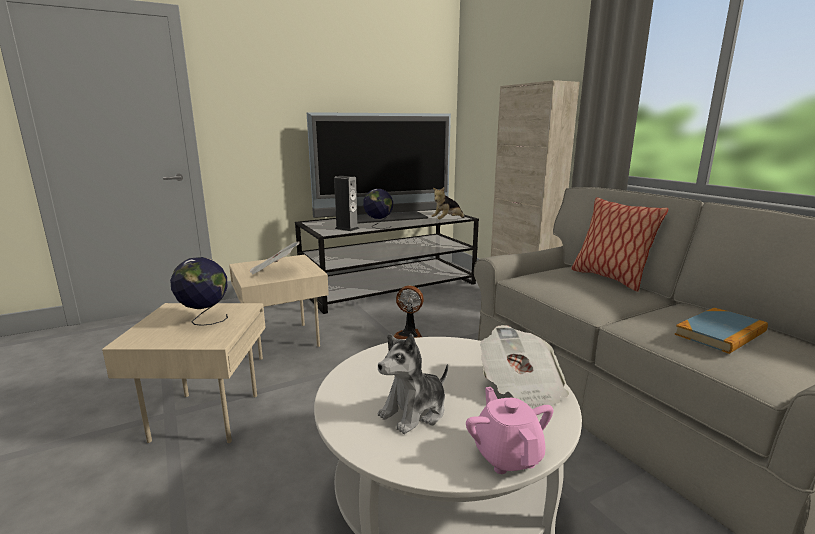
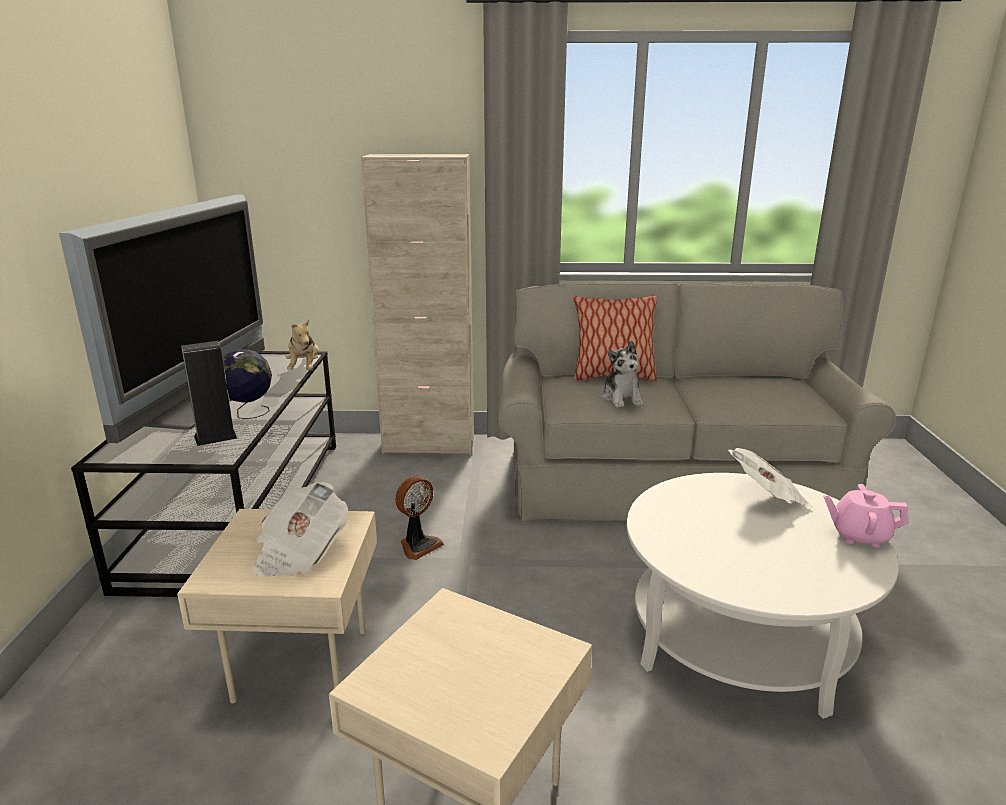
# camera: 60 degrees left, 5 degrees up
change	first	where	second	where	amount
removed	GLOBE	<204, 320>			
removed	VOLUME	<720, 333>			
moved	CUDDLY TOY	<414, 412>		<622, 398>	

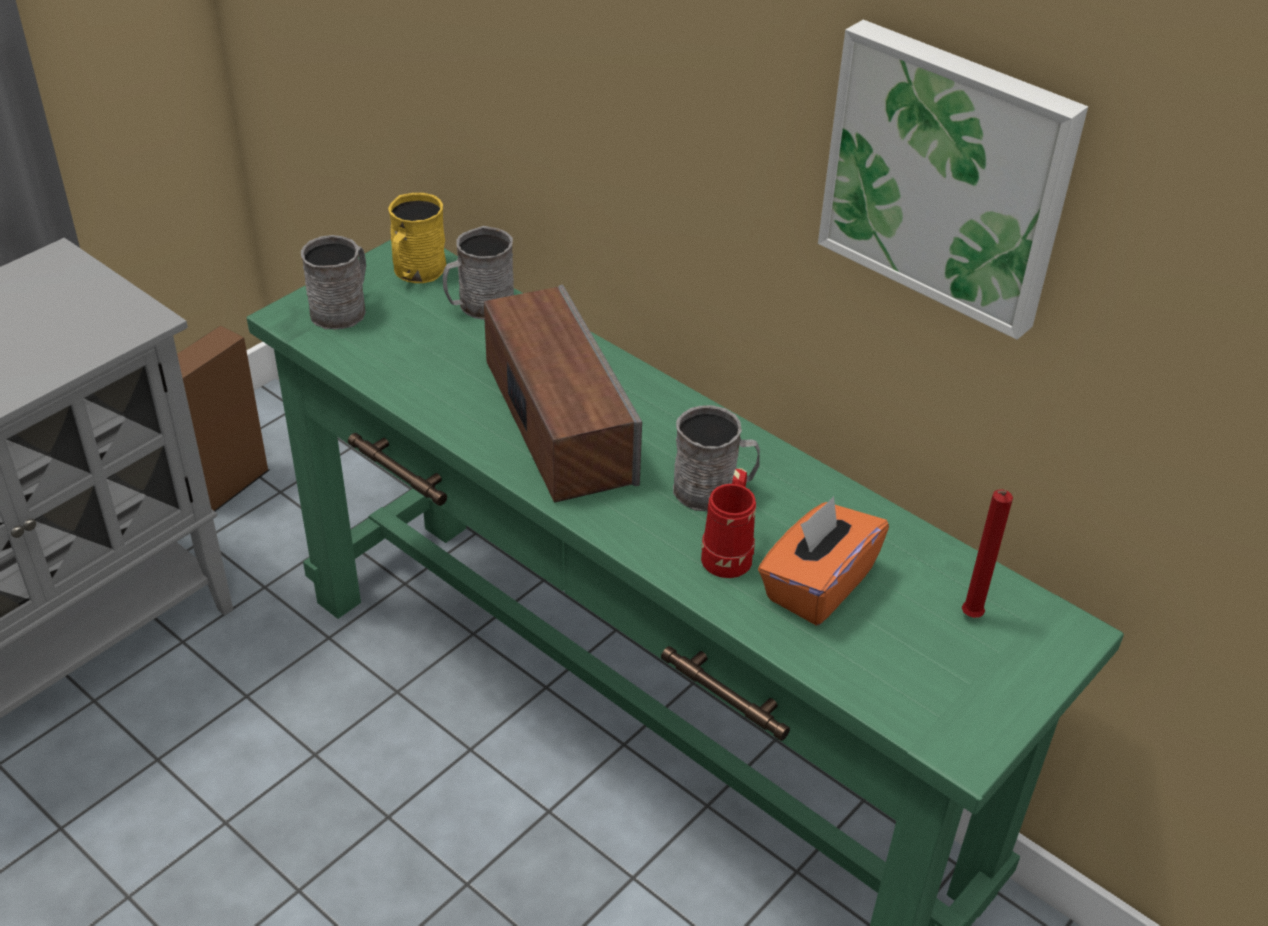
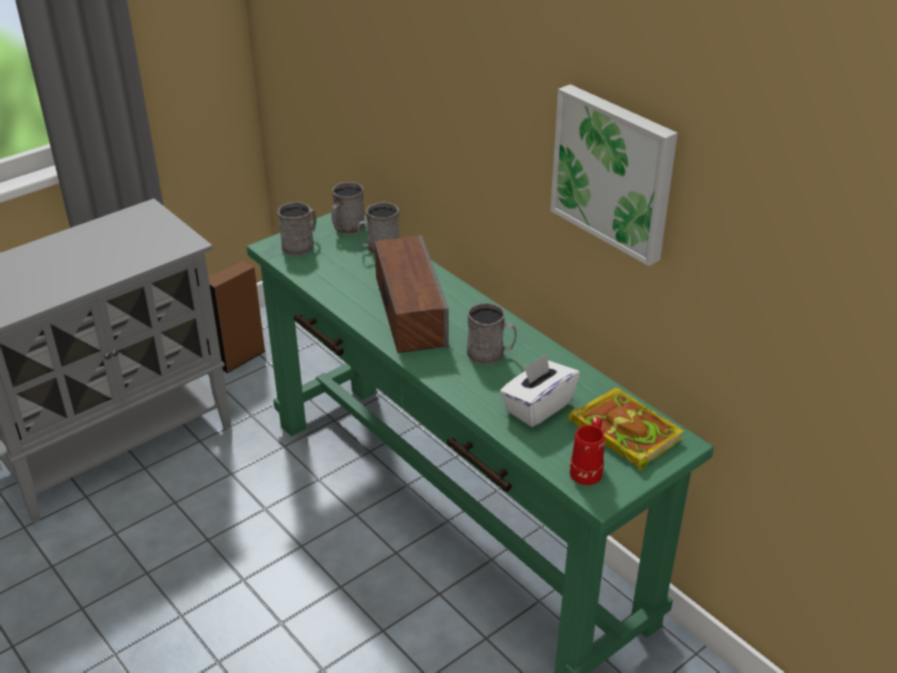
# camera: 10 degrees right, 5 degrees down
change	first	where	second	where	amount
recoloured	YELLOW TEA MUG	<416, 272>	GREY TEA MUG	<347, 228>	
moved	RED TEA MUG	<729, 553>		<588, 470>	
replaced	RED CANDLE	<969, 618>	VOLUME	<623, 431>	
recoloured	ORANGE BOX OF TISSUES	<817, 585>	WHITISH BOX OF TISSUES	<538, 407>	

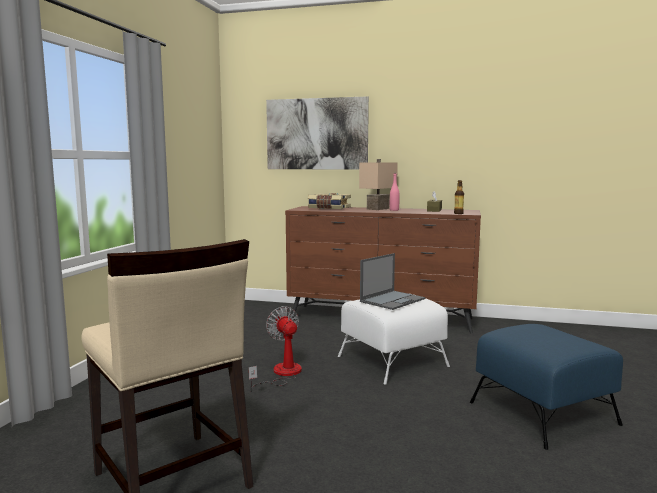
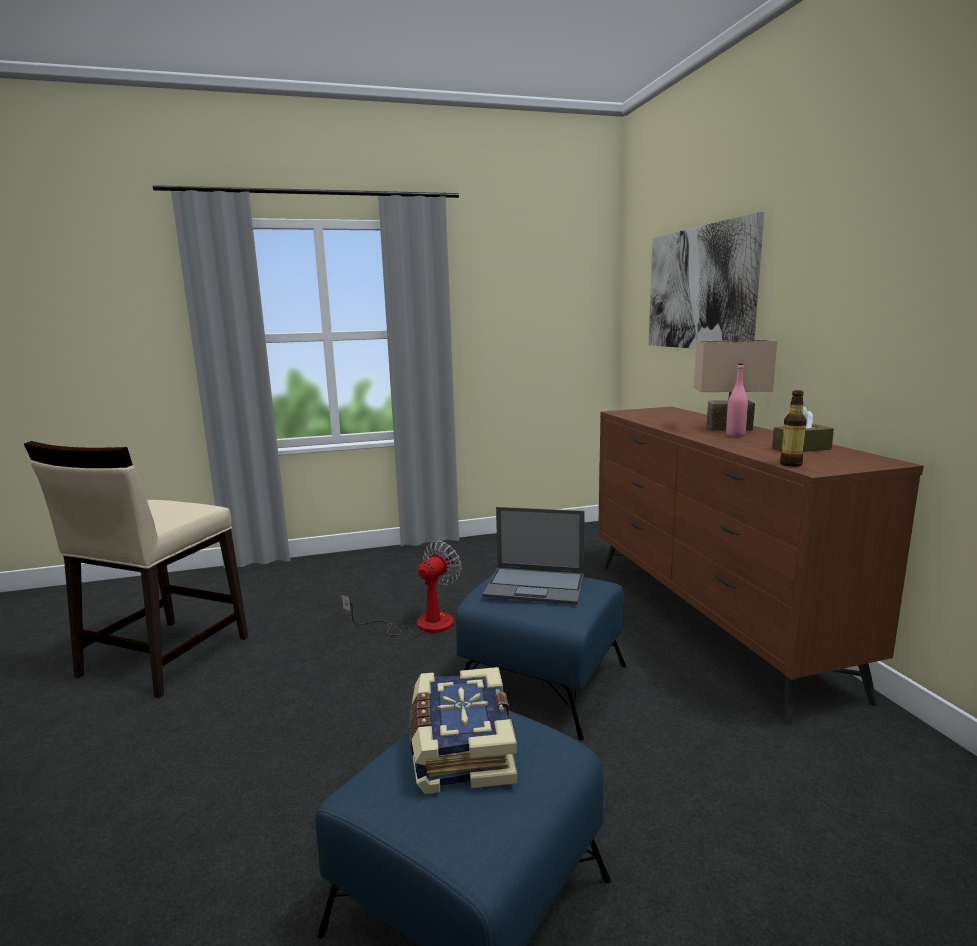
# camera: 60 degrees right, 5 degrees up
change	first	where	second	where	amount
moved	VOLUME	<329, 208>		<459, 747>	
recoloured	WHITISH OTTOMAN	<393, 361>	BLUISH OTTOMAN	<543, 682>	

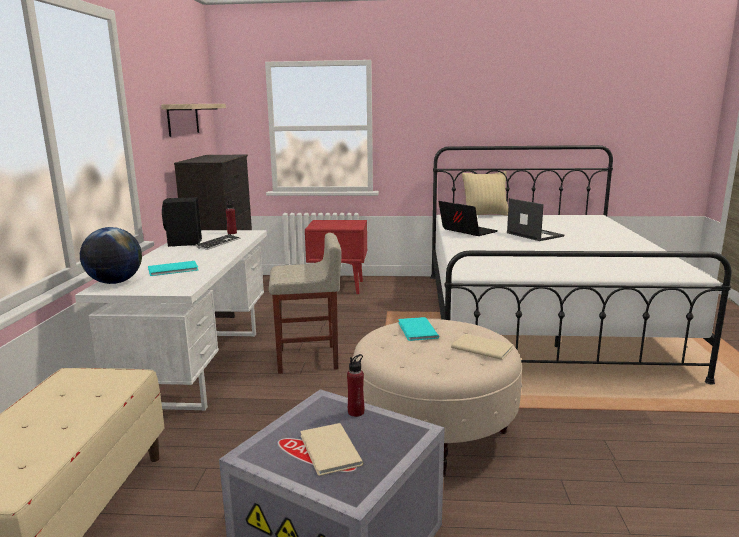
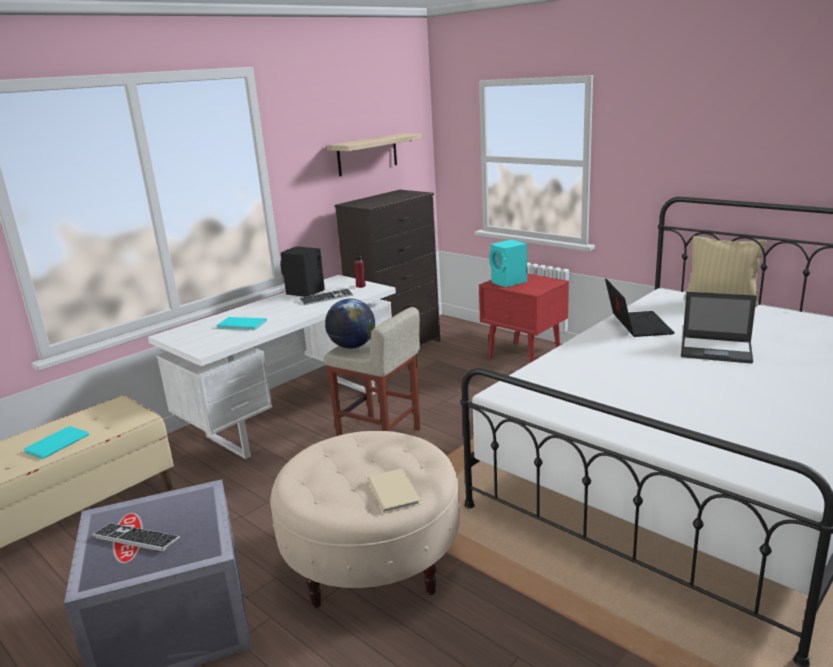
# camera: 40 degrees right, 5 degrees up
change	first	where	second	where	amount
turned	NOTEBOOK COMPUTER	<534, 234>		<717, 350>	105 degrees clockwise
moved	GLOBE	<115, 282>		<352, 346>	
moved	BLUE-GREEN VOLUME	<416, 330>		<54, 444>	
removed	RED DRINK BOTTLE	<356, 412>			
replaced	SAND-COLOURED VOLUME	<329, 451>	KEYBOARD	<136, 538>	
added			BLUE-GREEN LOUDSPEAKER	<509, 282>	

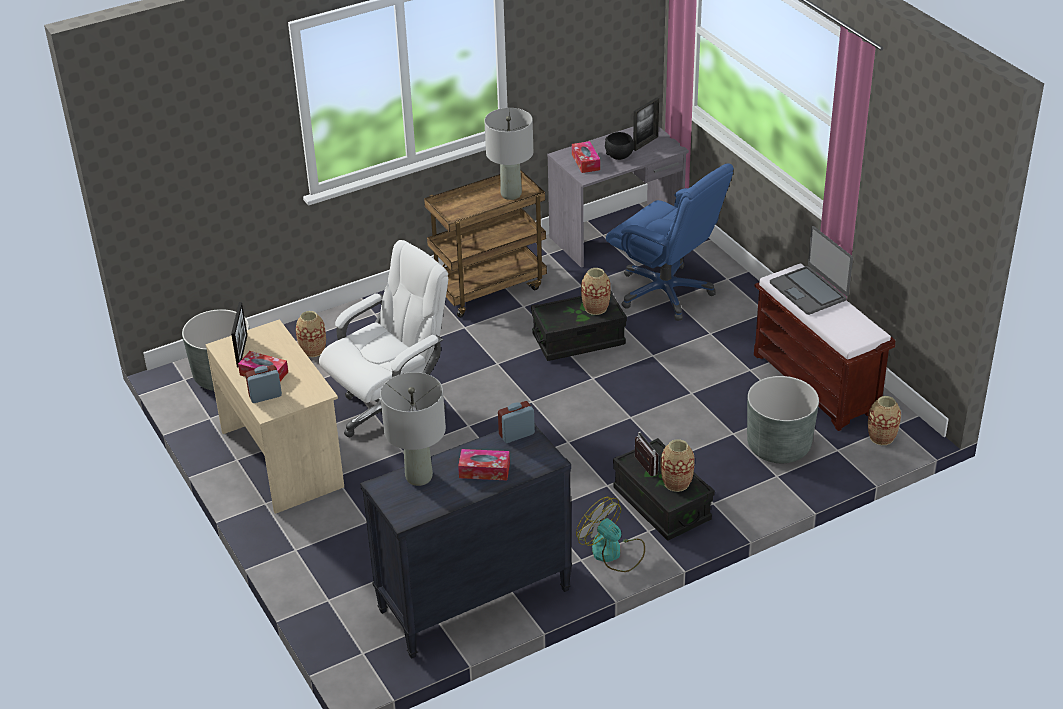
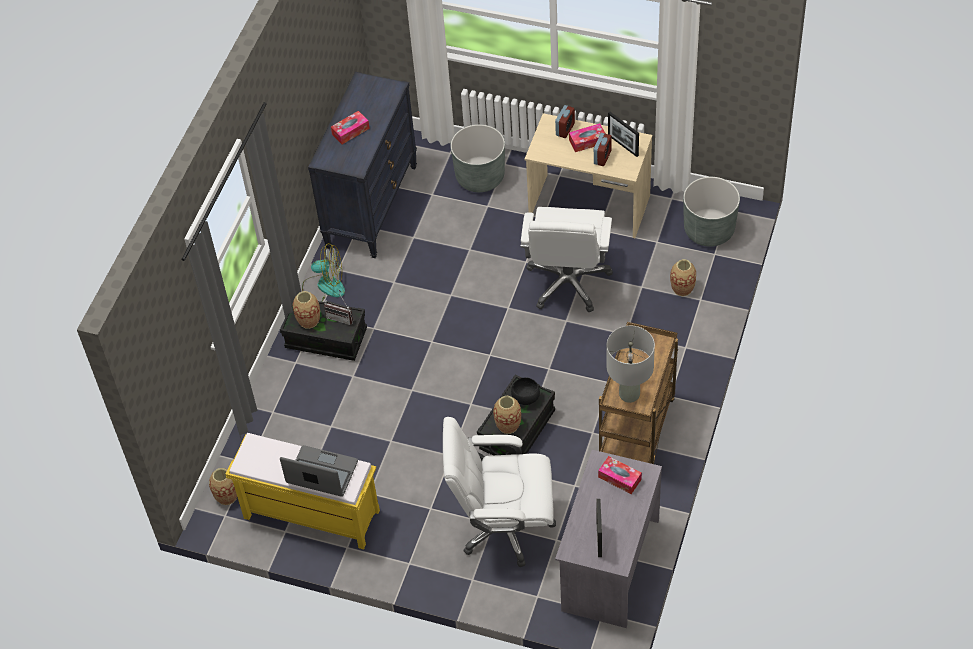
# camera: 140 degrees right, 15 degrees up
change	first	where	second	where	amount
moved	BLACKISH SERVING BOWL	<619, 156>		<525, 398>	
recoloured	BLUISH DESK CHAIR	<666, 292>	WHITISH DESK CHAIR	<504, 527>	
recoloured	BROWNISH BENCH	<817, 384>	YELLOW BENCH	<310, 514>	
removed	GREY TABLETOP LAMP	<419, 476>			
moved	GREY FLOWER POT	<778, 446>		<480, 176>	
moved	ALARM CLOCK	<516, 434>		<602, 157>	

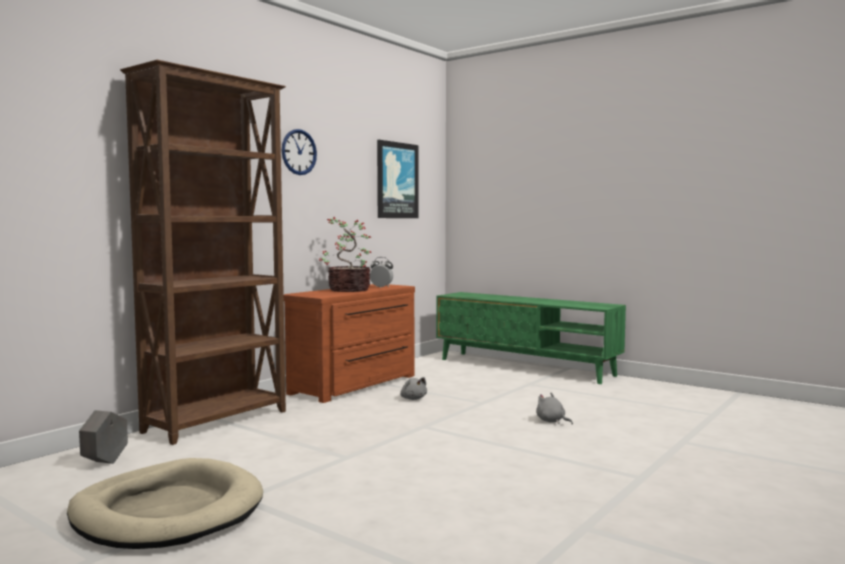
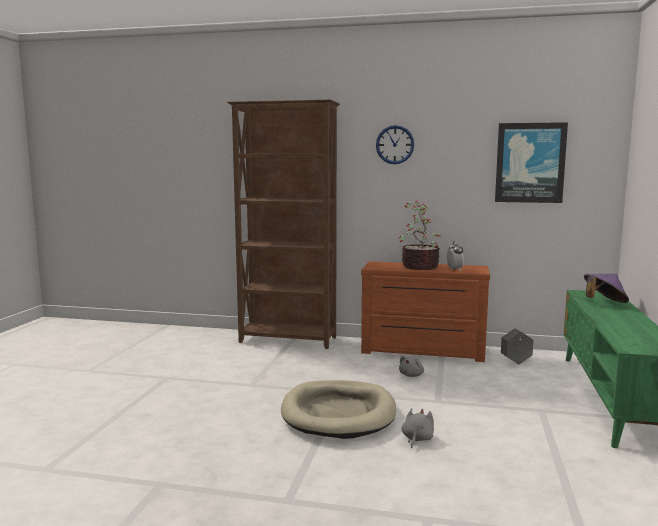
# camera: 65 degrees right, 5 degrees up
change	first	where	second	where	amount
moved	GREY FLOWER POT	<105, 462>		<516, 362>	
moved	SAND-COLOURED DOG BED	<168, 511>		<338, 413>	
added			PURPLE HAT	<604, 303>	

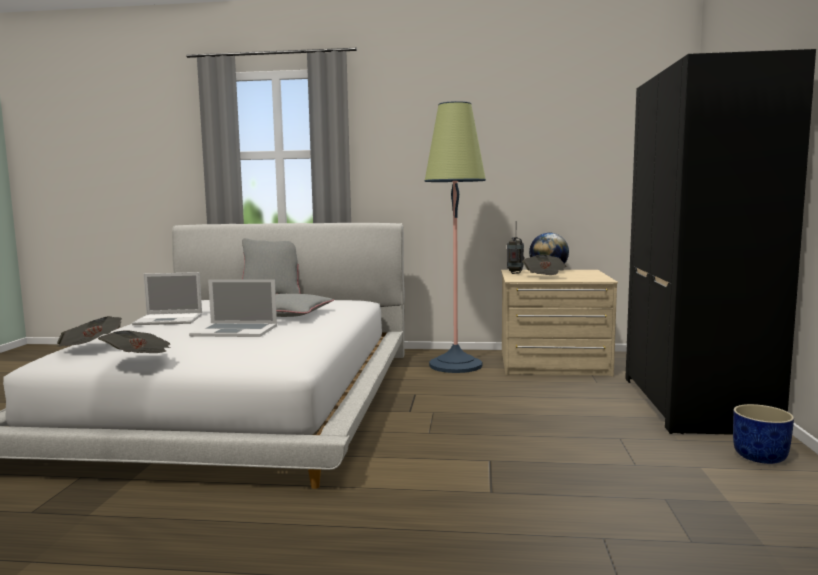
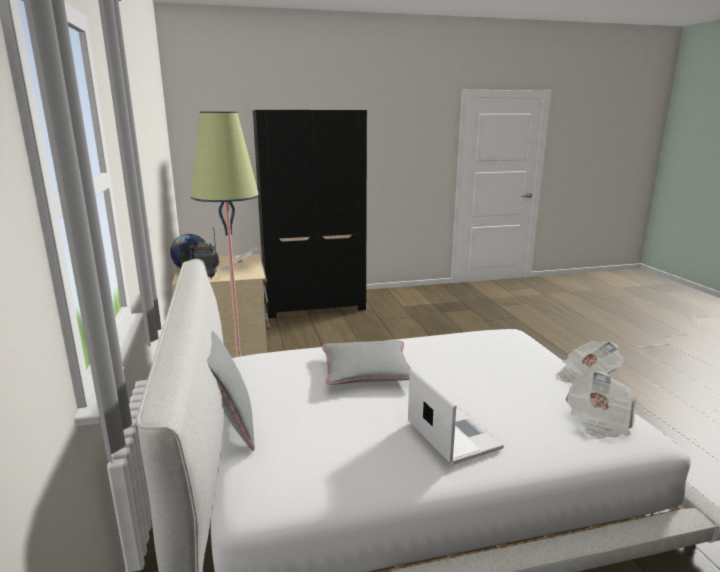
# camera: 110 degrees left, 10 degrees up
change	first	where	second	where	amount
removed	NOTEBOOK COMPUTER	<235, 330>			
removed	BLUISH FLOWER POT	<761, 457>			

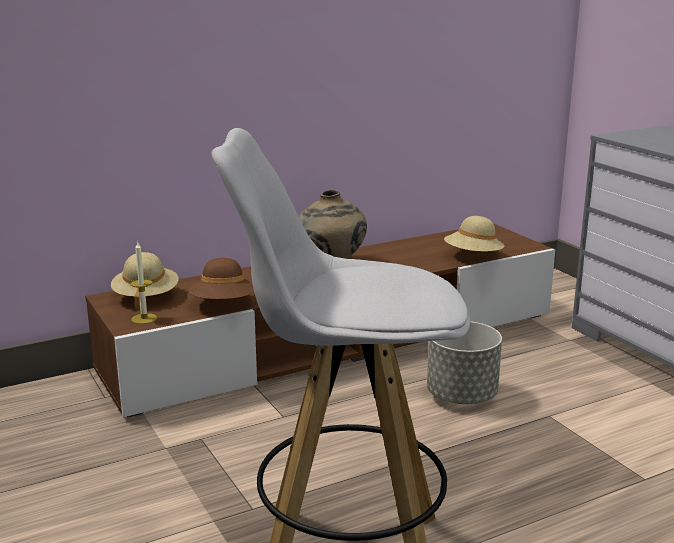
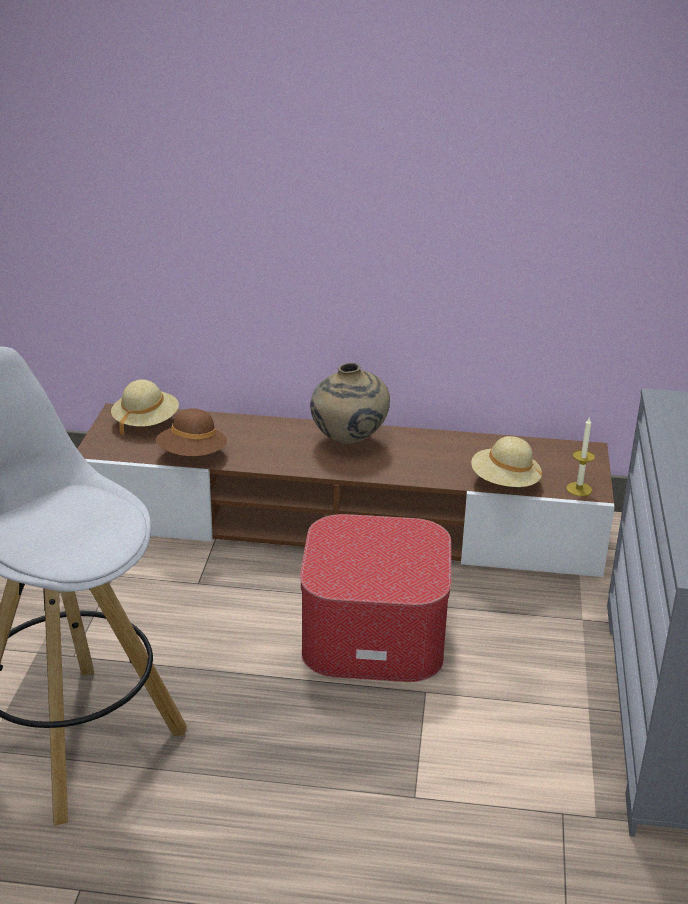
# camera: 35 degrees right, 10 degrees up
change	first	where	second	where	amount
moved	CANDLE	<144, 318>		<579, 489>	
replaced	GREY FLOWER POT	<461, 396>	OTTOMAN	<374, 633>	

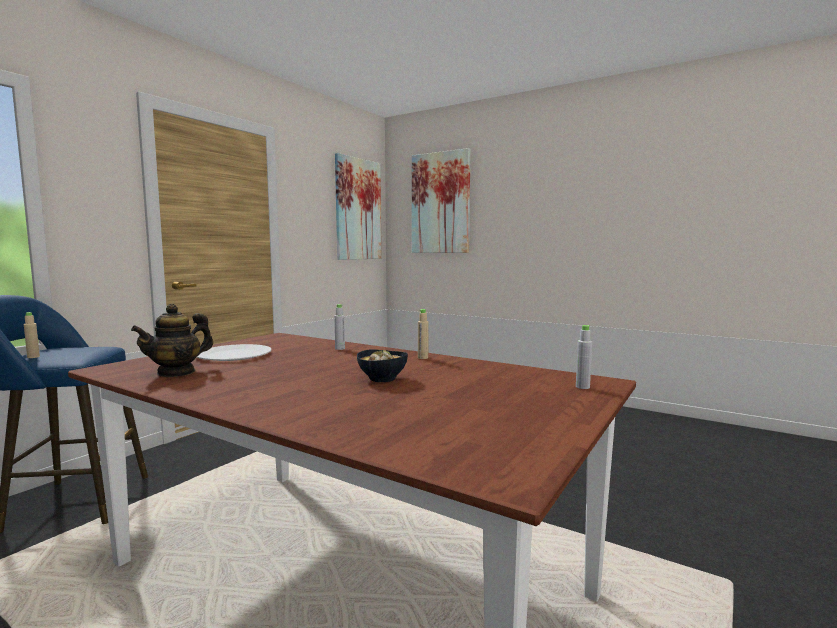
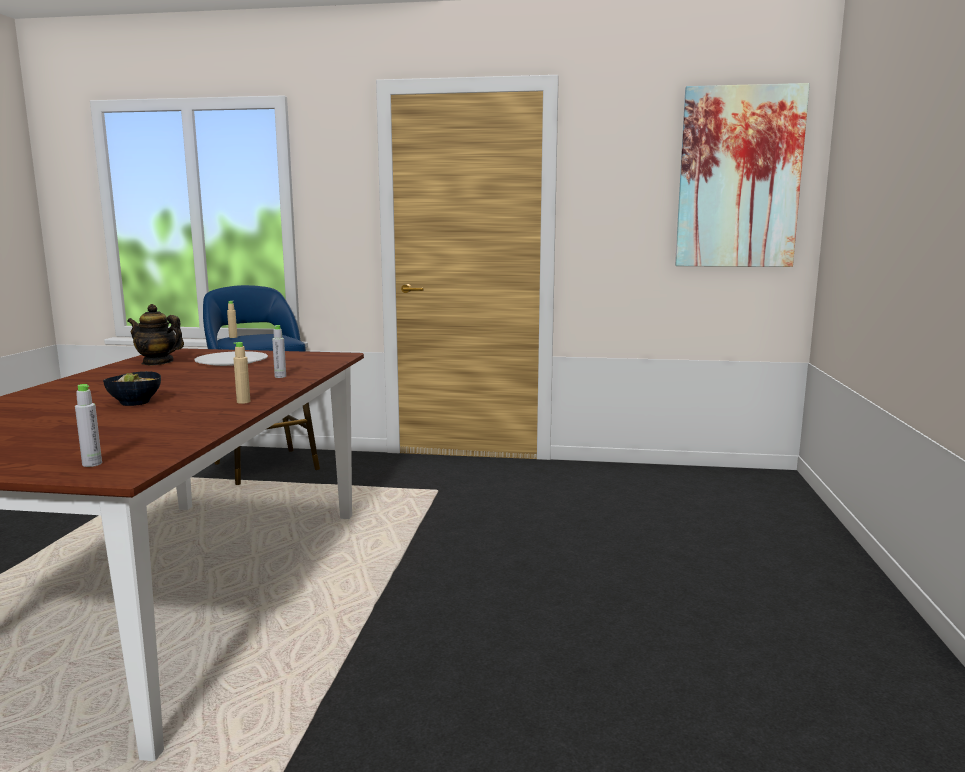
# camera: 65 degrees right, 5 degrees up
change	first	where	second	where	amount
removed	PICTURE	<440, 203>			

